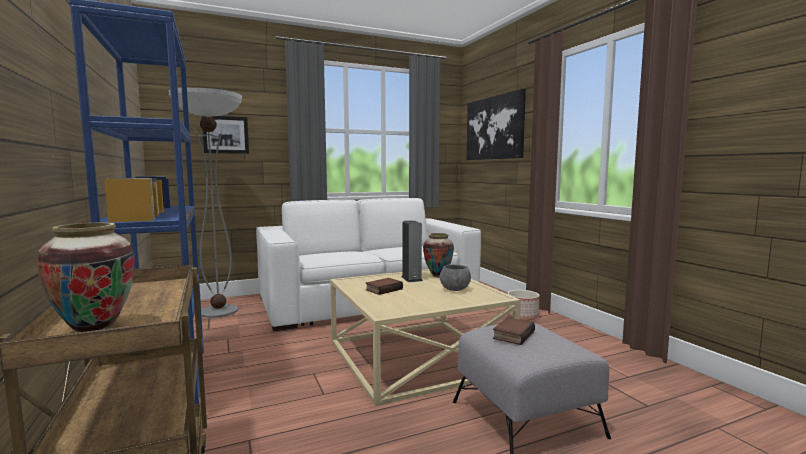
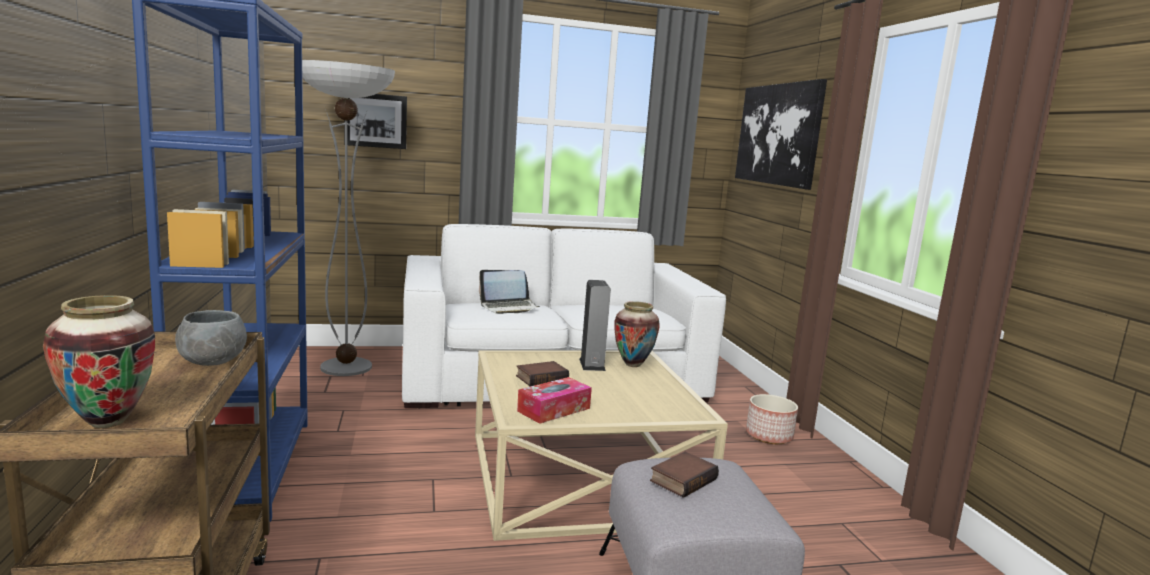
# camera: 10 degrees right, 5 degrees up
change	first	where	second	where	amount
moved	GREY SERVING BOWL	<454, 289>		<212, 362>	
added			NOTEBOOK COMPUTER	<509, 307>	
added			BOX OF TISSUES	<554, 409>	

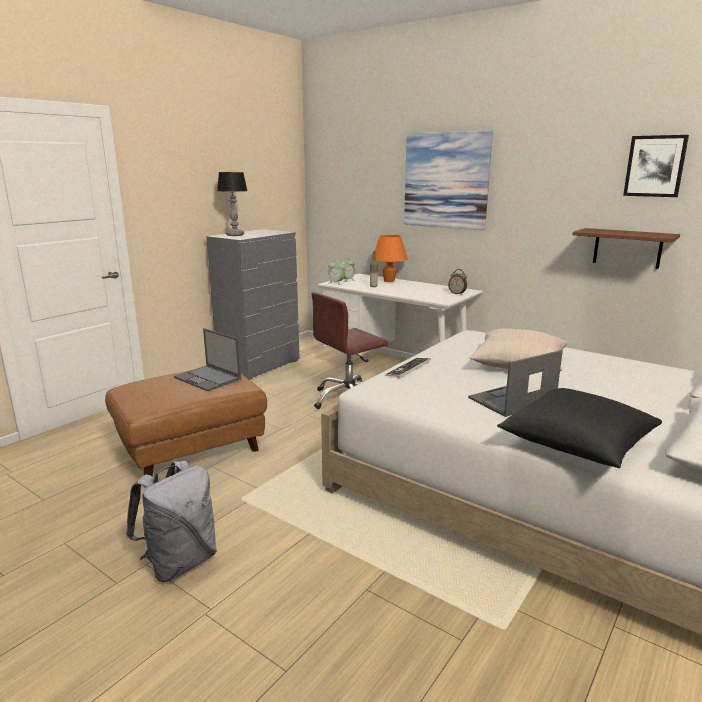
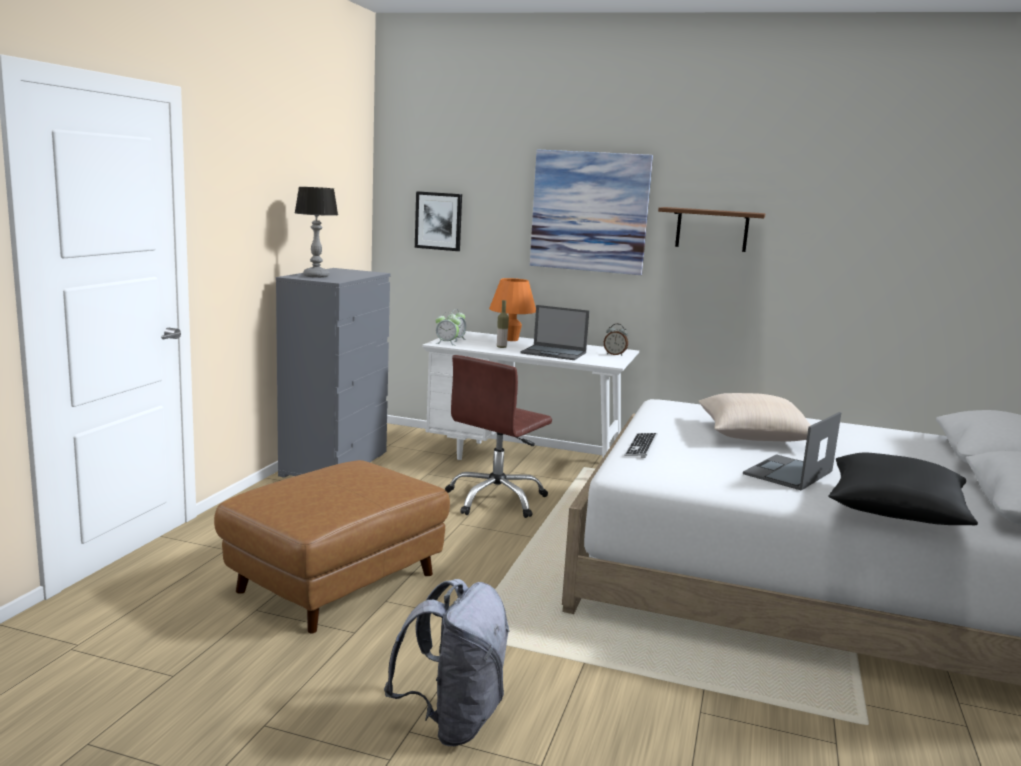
# camera: 20 degrees left, 5 degrees down
change	first	where	second	where	amount
moved	PICTURE	<655, 166>		<438, 221>	
moved	BROWNISH WALL SHELF	<627, 248>		<712, 229>	
moved	NOTEBOOK COMPUTER	<208, 378>		<554, 353>	

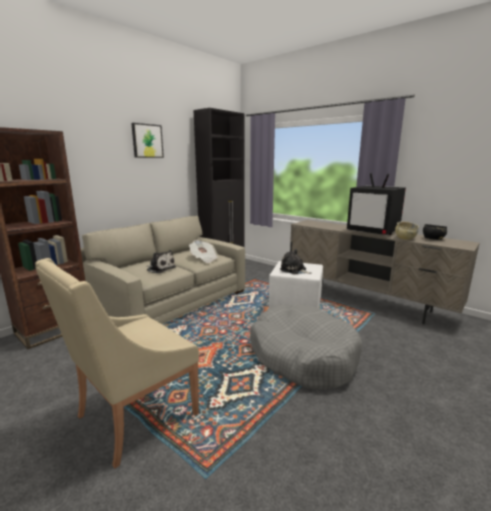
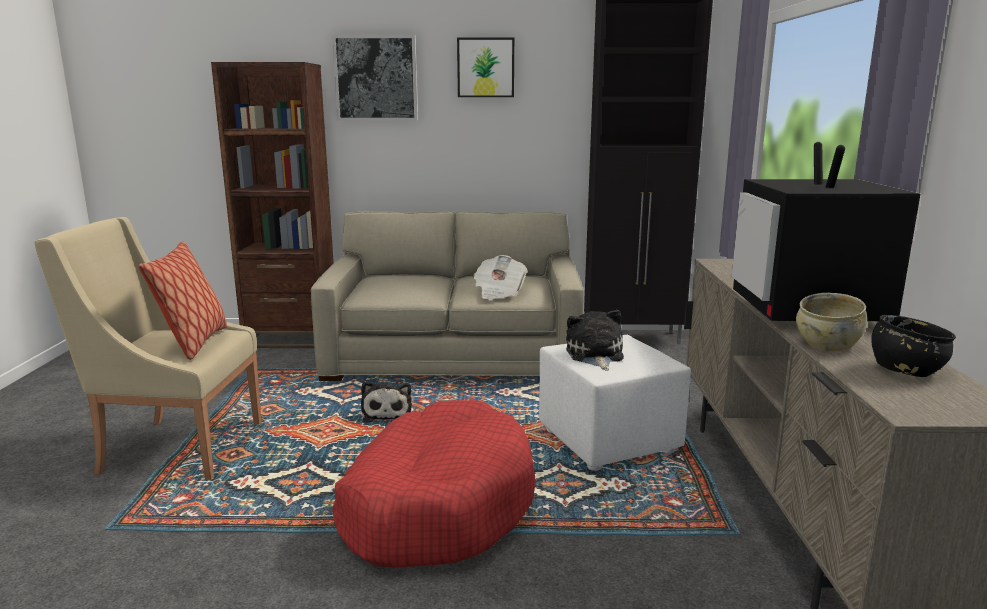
# camera: 50 degrees right, 0 degrees up
change	first	where	second	where	amount
moved	CUDDLY TOY	<160, 268>		<387, 413>	
recoloured	GREY DOG BED	<302, 355>	RED DOG BED	<437, 504>	
added			PICTURE	<376, 78>	
added			THROW PILLOW	<194, 343>	

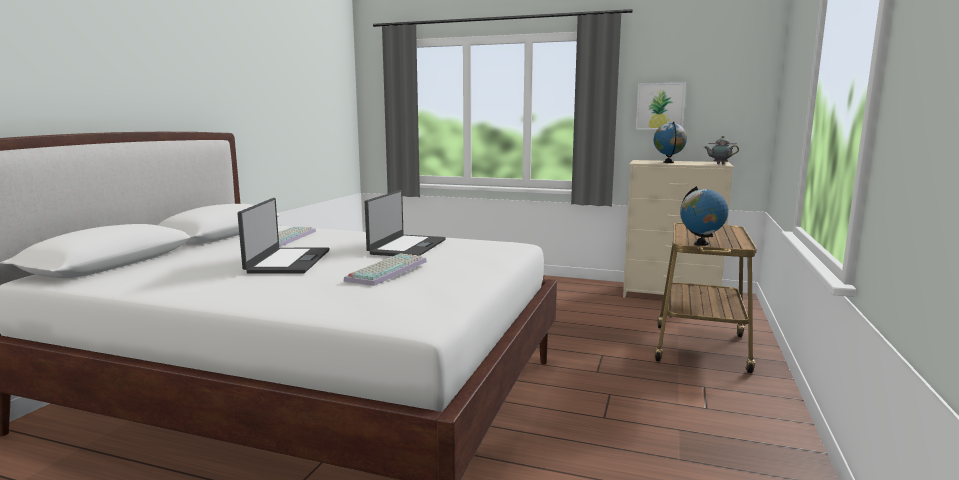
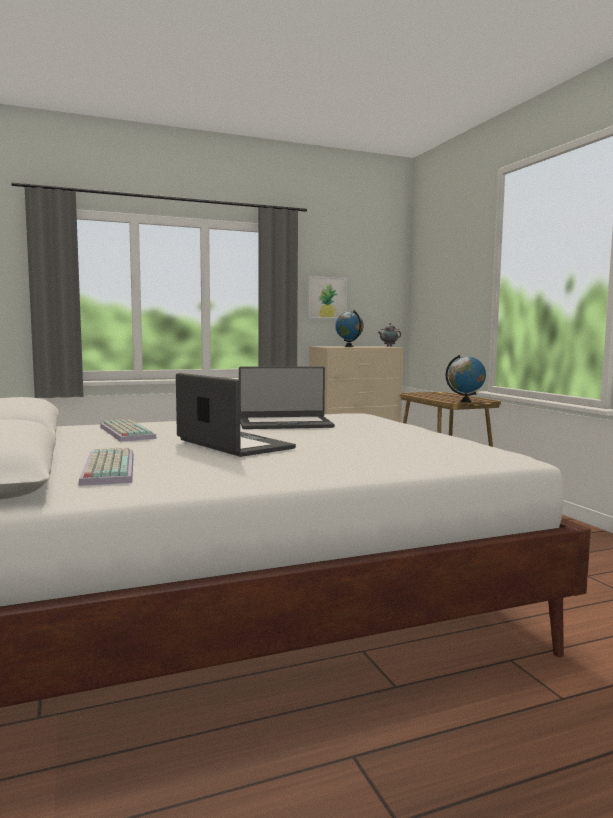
# camera: 40 degrees left, 5 degrees down
change	first	where	second	where	amount
turned	NOTEBOOK COMPUTER	<407, 247>		<285, 424>	105 degrees clockwise
moved	KEYBOARD	<386, 270>		<106, 468>	

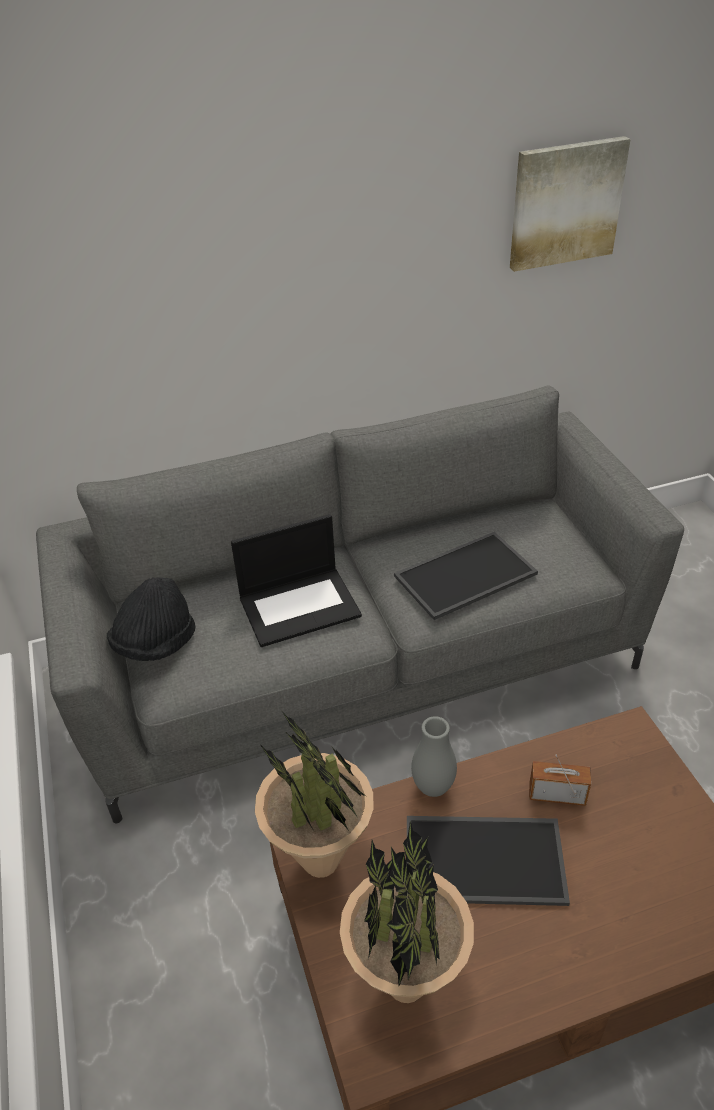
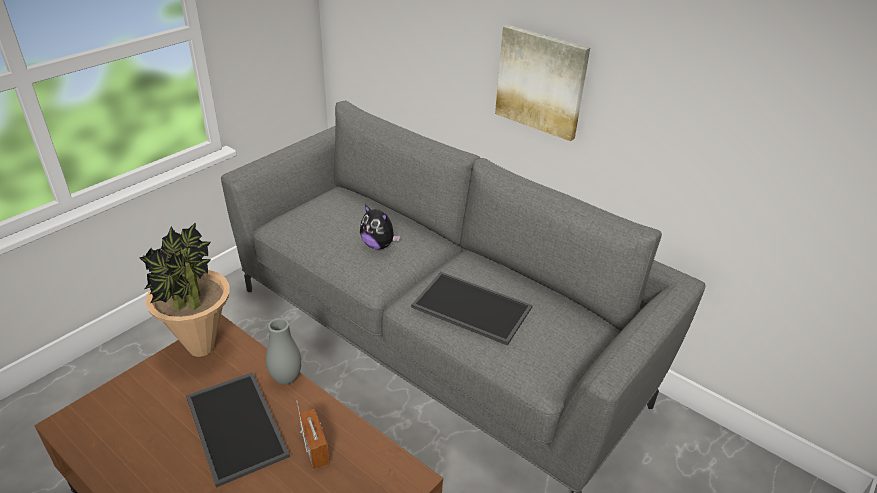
# camera: 55 degrees right, 5 degrees down
change	first	where	second	where	amount
moved	PICTURE	<565, 203>		<541, 82>	
replaced	NOTEBOOK COMPUTER	<300, 605>	CUDDLY TOY	<378, 245>	
removed	BLACKISH HAT	<155, 643>			
removed	HOUSEPLANT	<406, 984>			

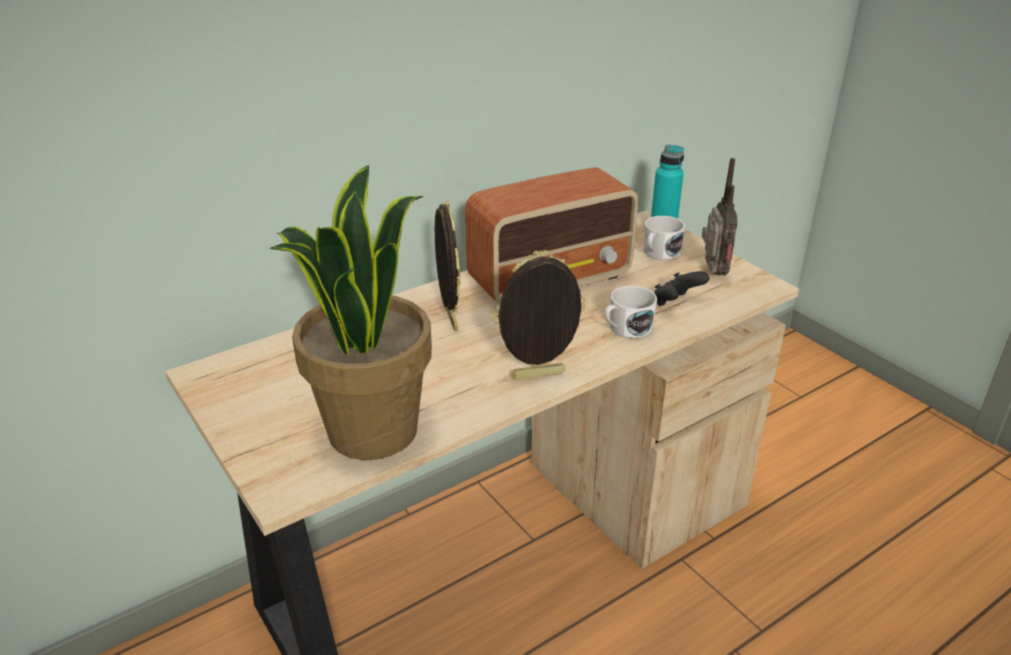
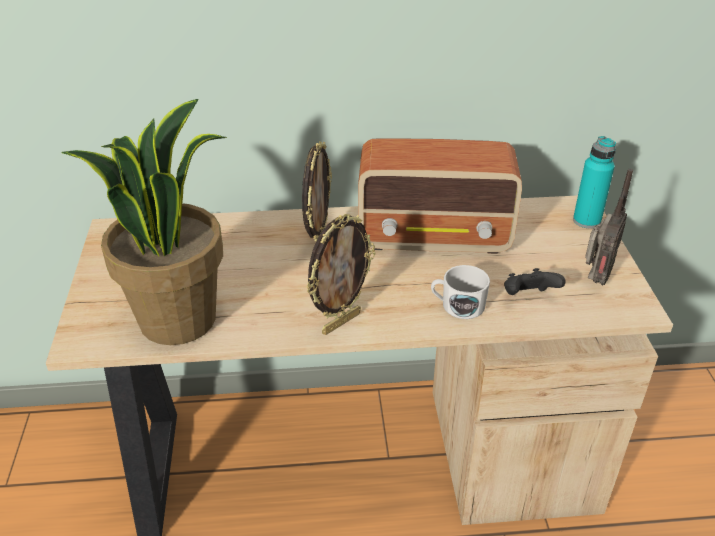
# camera: 30 degrees right, 5 degrees up
change	first	where	second	where	amount
removed	WHITISH TEA MUG	<659, 253>			
turned	PICTURE FRAME	<538, 377>		<340, 322>	120 degrees clockwise

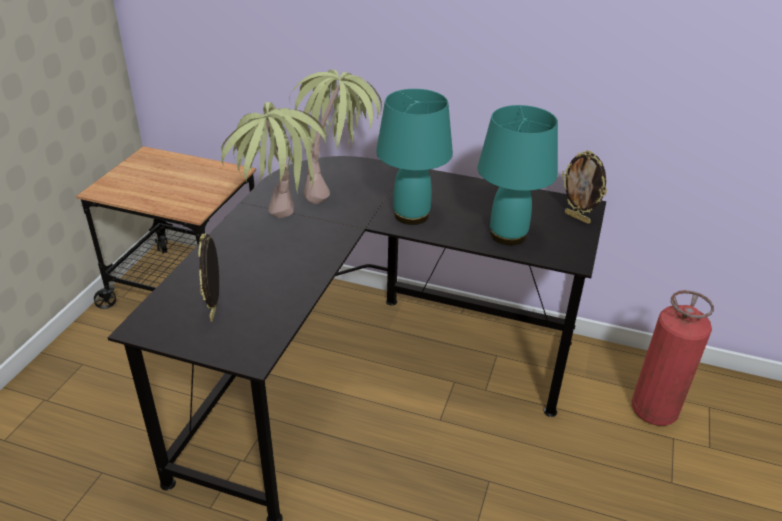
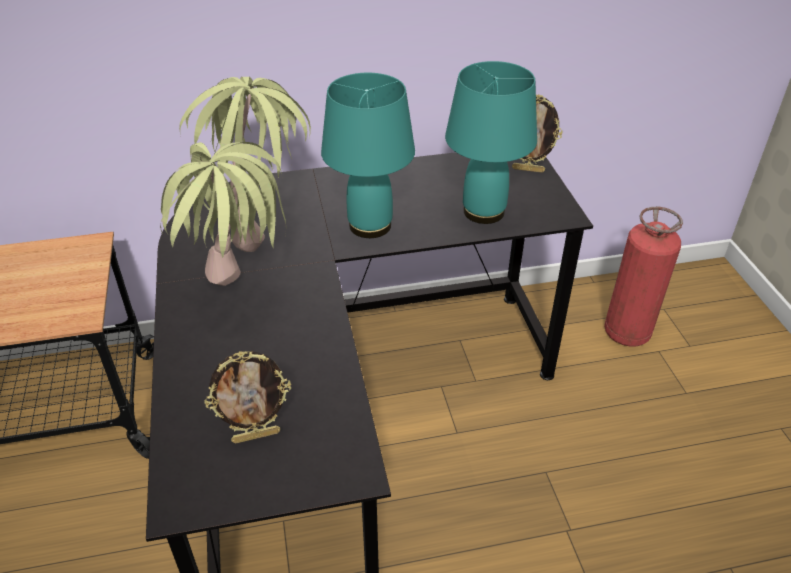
# camera: 30 degrees left, 5 degrees up
change	first	where	second	where	amount
turned	PICTURE FRAME	<215, 311>		<256, 435>	75 degrees counterclockwise

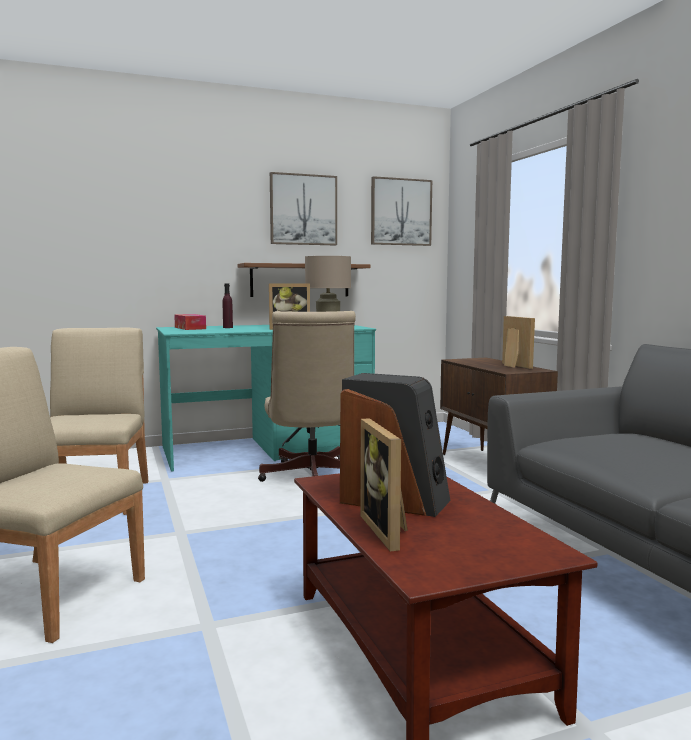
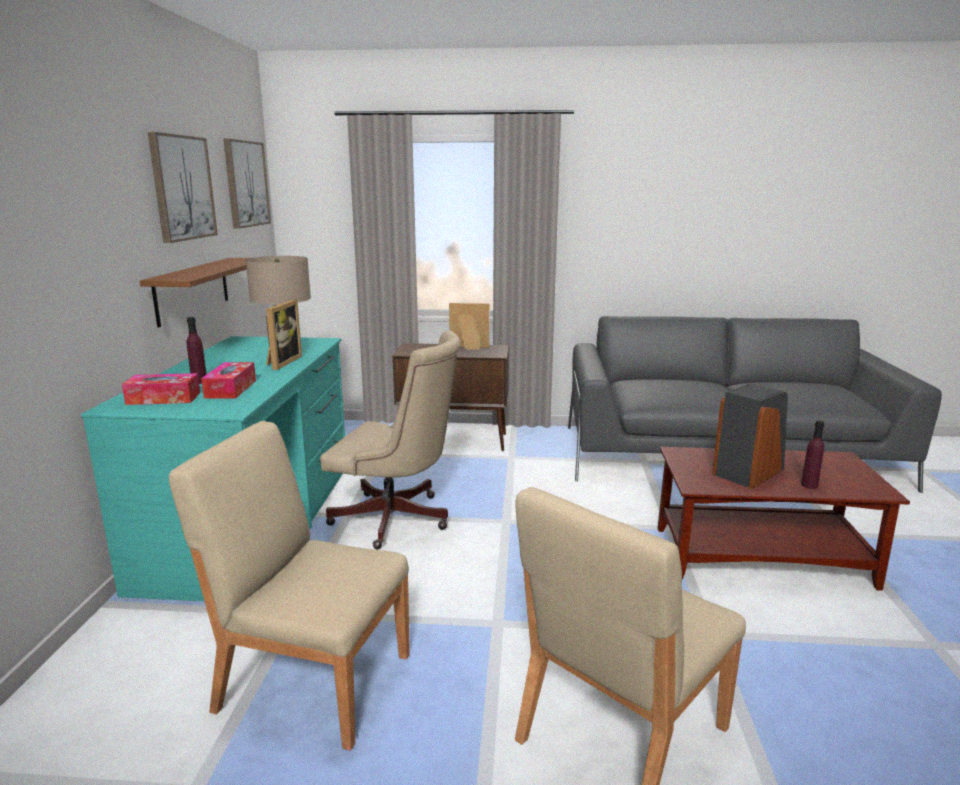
# camera: 65 degrees left, 10 degrees up
change	first	where	second	where	amount
replaced	PICTURE FRAME	<389, 530>	PURPLE DRINK BOTTLE	<809, 485>	
added			BOX OF TISSUES	<231, 389>	

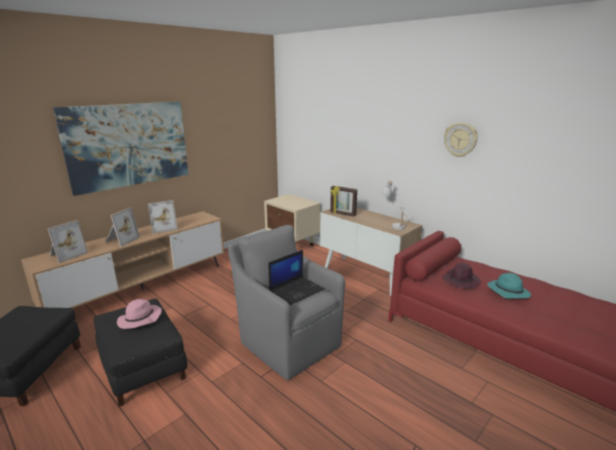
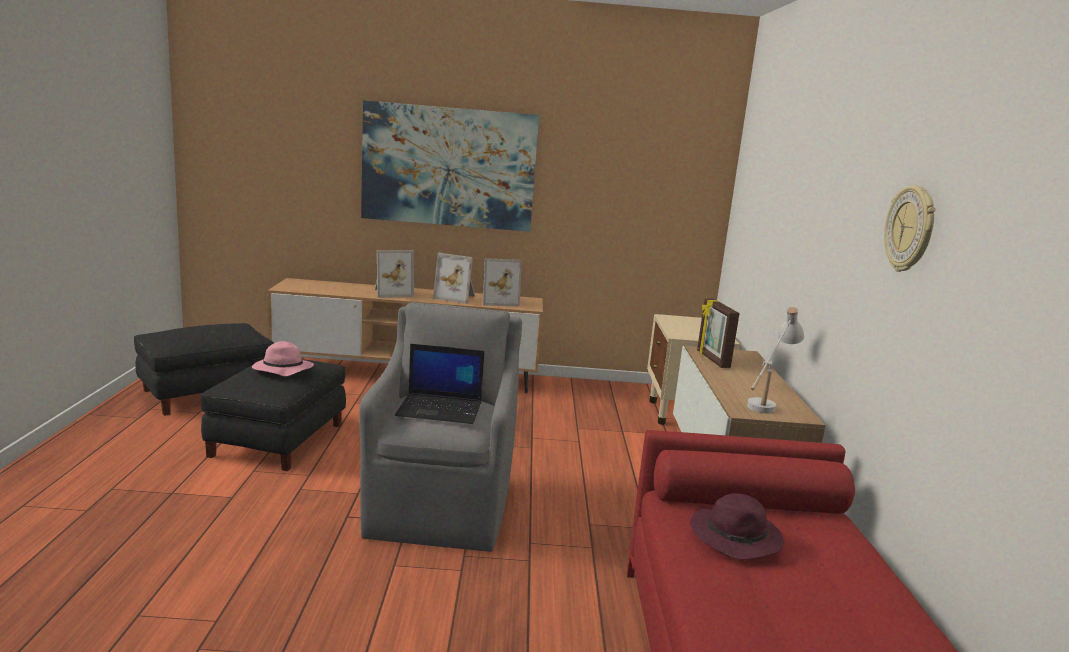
# camera: 45 degrees right, 5 degrees down
change	first	where	second	where	amount
moved	PICTURE FRAME	<67, 254>		<498, 301>	
removed	BLUE-GREEN HAT	<507, 291>			

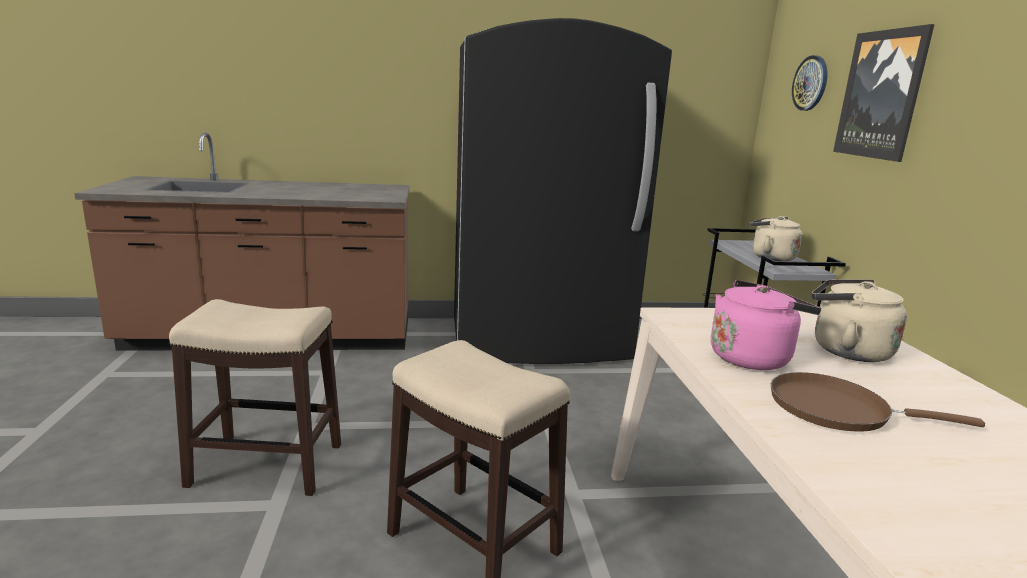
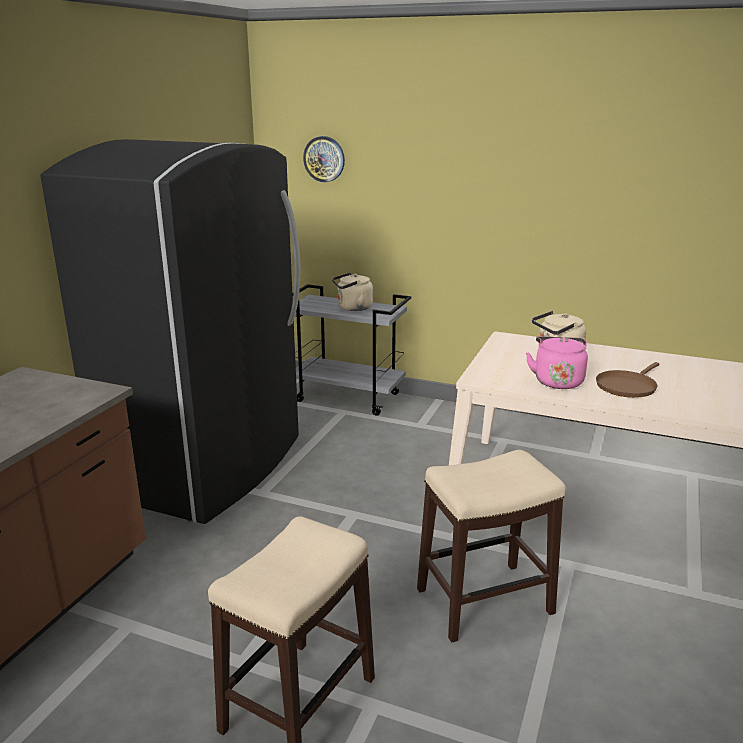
# camera: 60 degrees left, 5 degrees up
change	first	where	second	where	amount
removed	PICTURE	<881, 95>			

